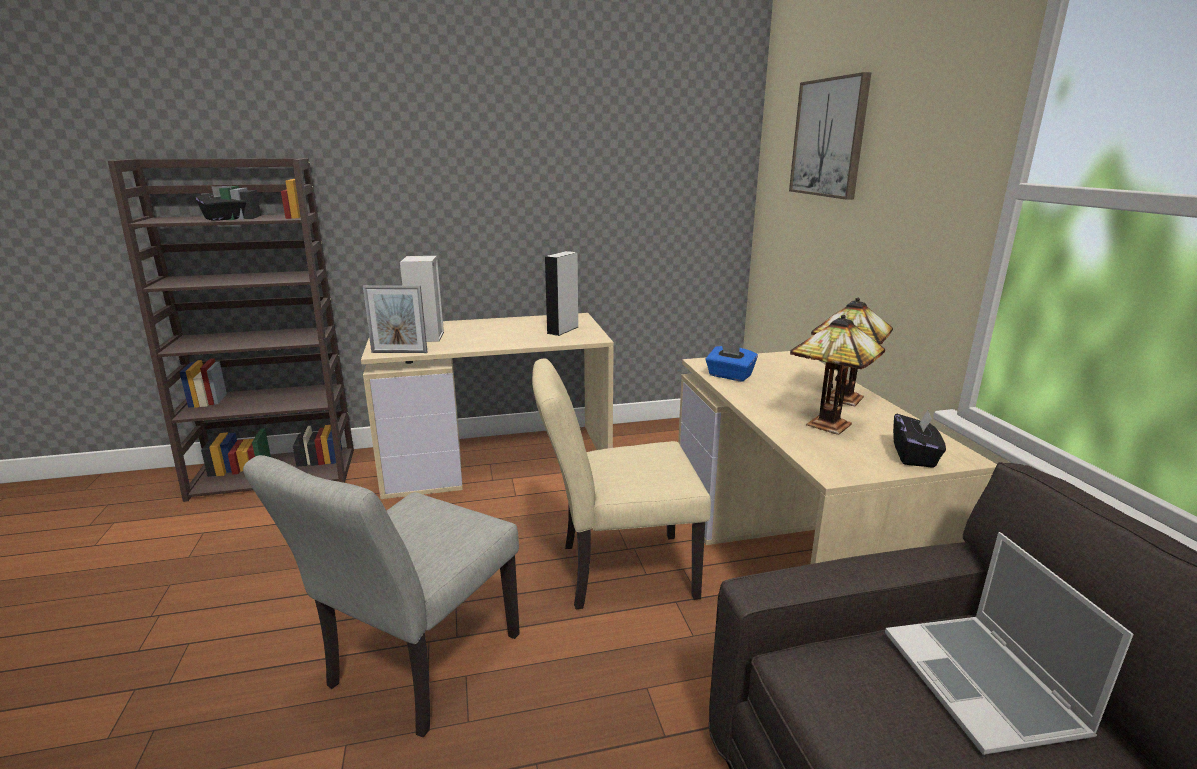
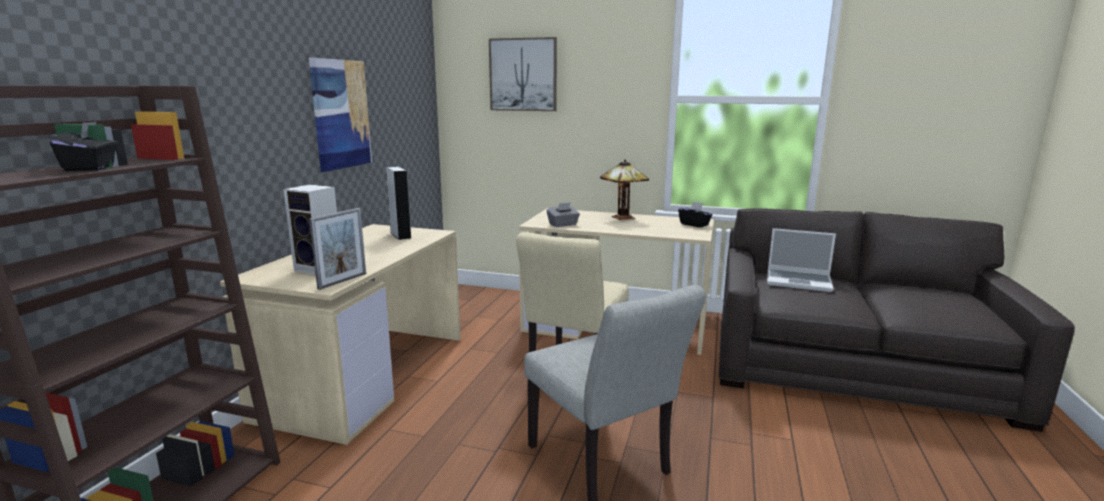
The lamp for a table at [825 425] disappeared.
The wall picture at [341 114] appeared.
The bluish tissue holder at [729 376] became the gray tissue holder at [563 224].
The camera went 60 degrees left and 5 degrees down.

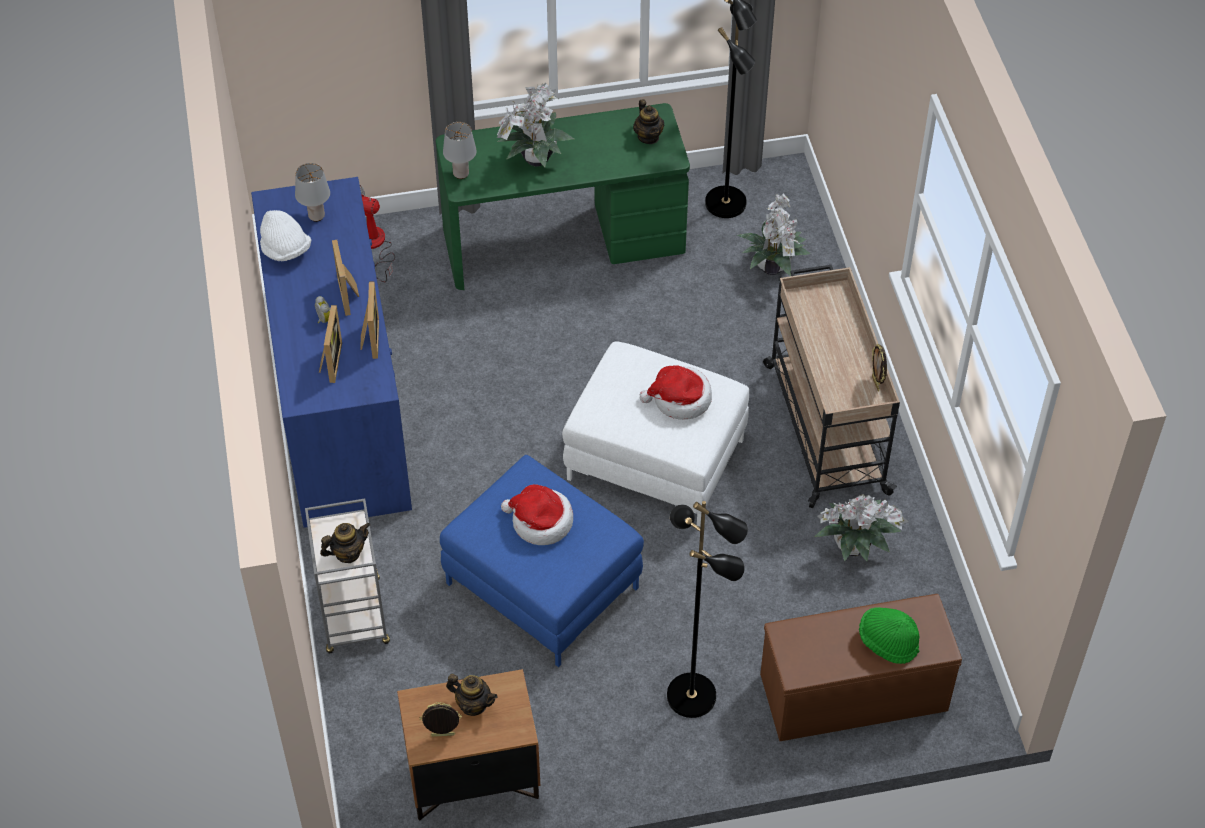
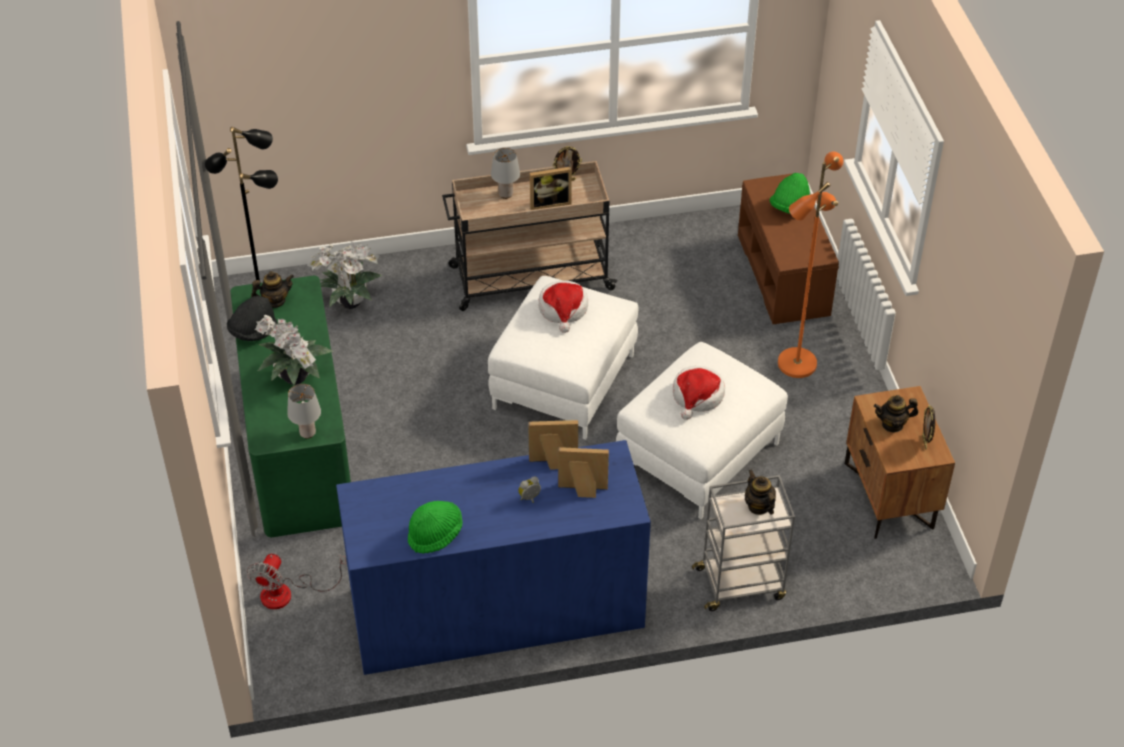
The houseplant at [856 549] disappeared.
The black-coloured clothing hat at [253 331] appeared.
The gray lamp for a table moved from [316 216] to [506 194].
The photo frame moved from [350 295] to [549 203].
The white clothing hat at [286 250] became the green clothing hat at [435 534].
The bluish ottoman at [541 585] became the white ottoman at [698 455].
The black-coloured standard lamp at [693 695] became the orangey standard lamp at [796 363].
The tea pot at [473 705] turned 120 degrees counterclockwise.
The camera went 90 degrees left and 5 degrees down.

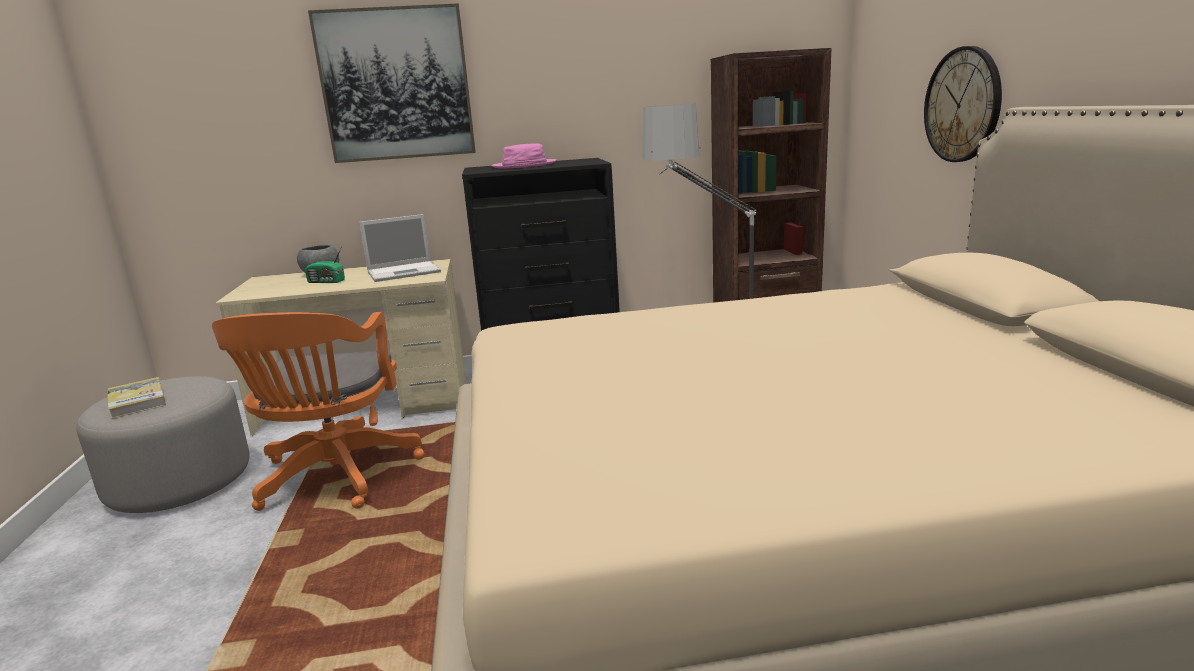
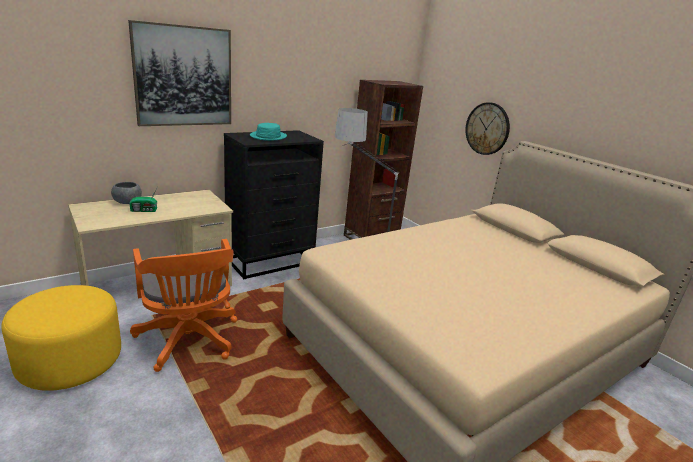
The bound book at [137 401] disappeared.
The laptop at [405 272] disappeared.
The gray ottoman at [180 482] became the yellow ottoman at [70 361].
The pink-coloured clothing hat at [525 165] became the turquoise clothing hat at [268 136].
The camera went 30 degrees left and 5 degrees up.

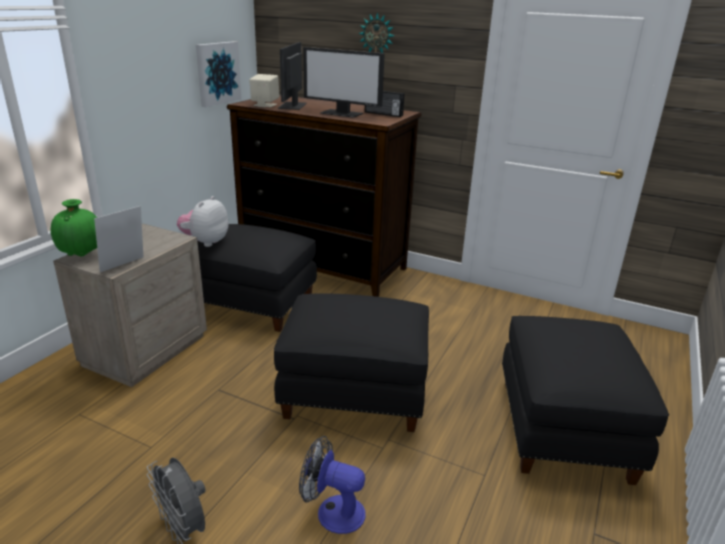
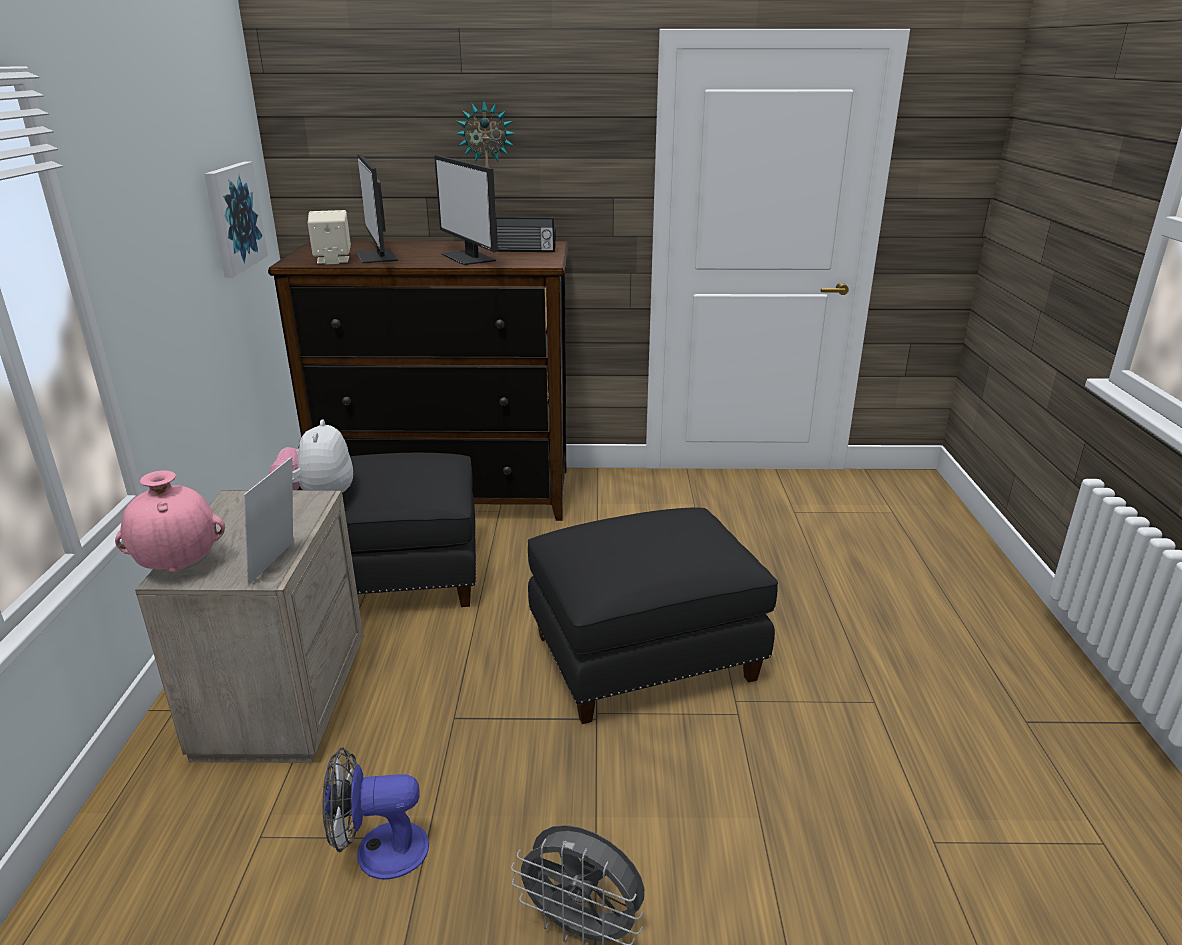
The black-coloured ottoman at [565 429] disappeared.
The fan moved from [332 511] to [378 851].
The green vase at [82 255] became the pink-coloured vase at [180 567].
The computer display at [342 113] turned 60 degrees clockwise.
The camera went 25 degrees left and 0 degrees up.

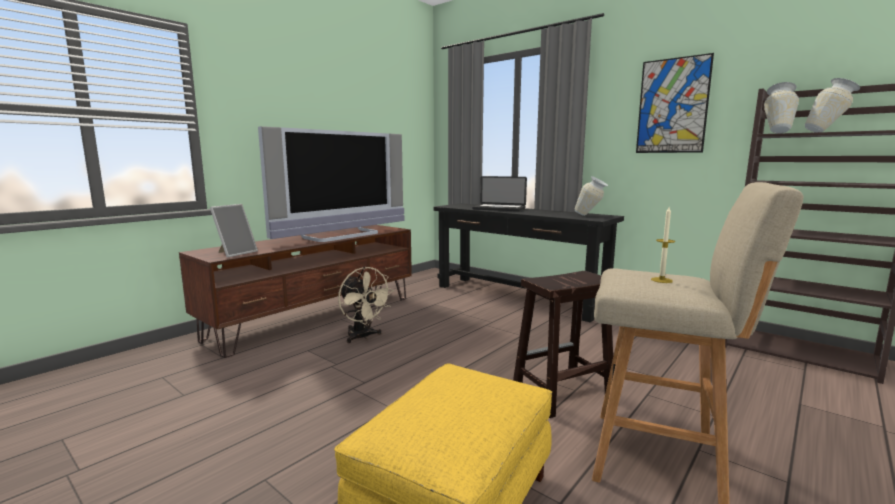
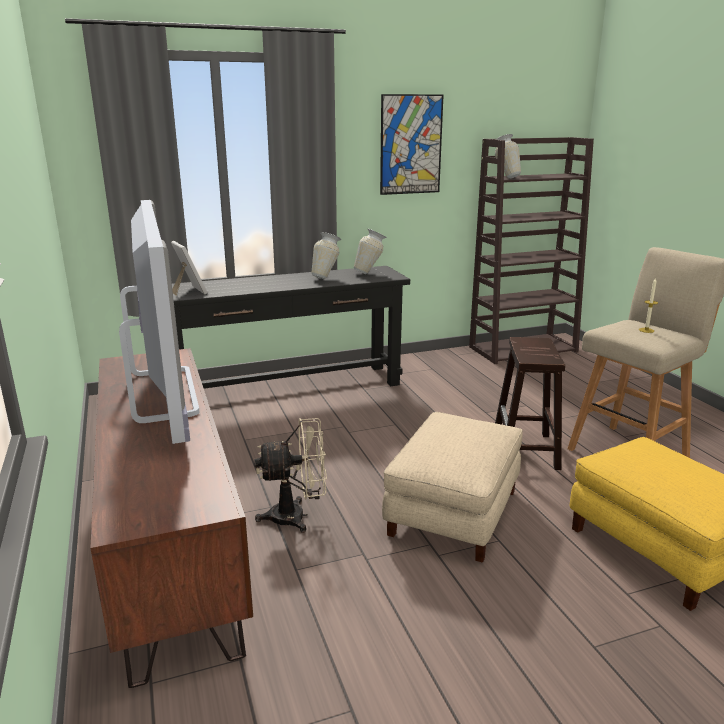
The laptop at [499 209] disappeared.
The sand-coloured ottoman at [452 512] appeared.
The photo frame moved from [235 253] to [189 291].
The vase moved from [828 132] to [327 277].
The camera went 60 degrees left and 10 degrees up.

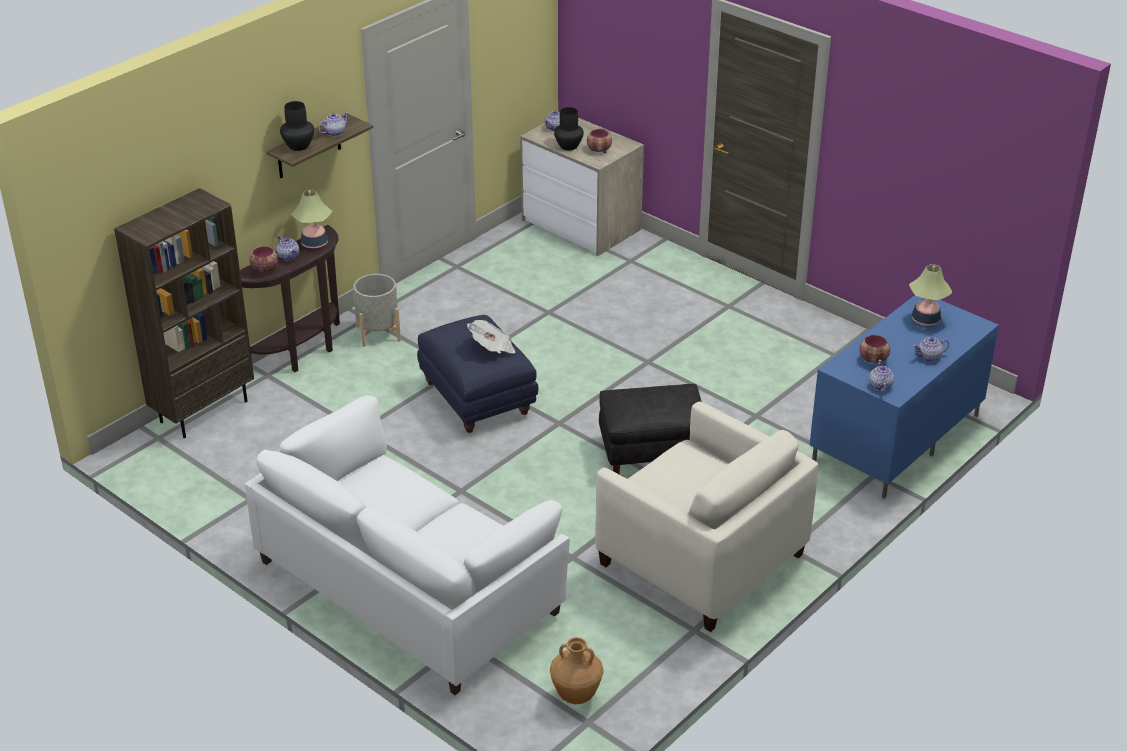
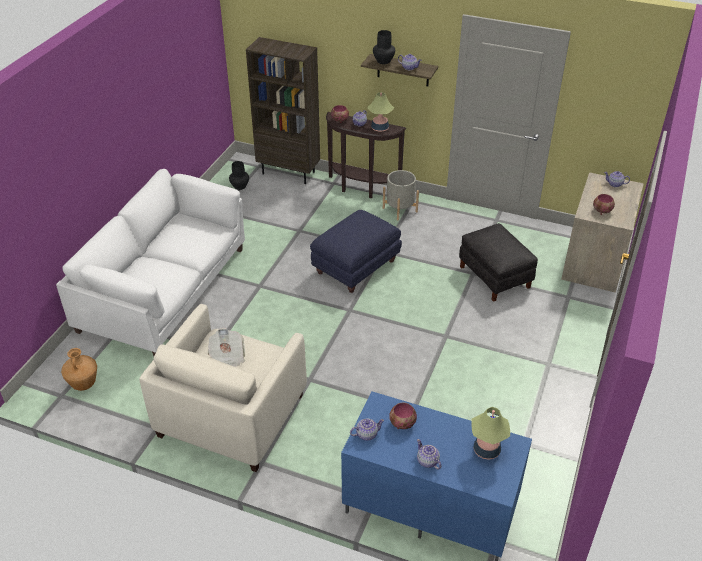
The printed paper moved from [492 348] to [227 357].
The black-coloured vase moved from [568 146] to [239 186].
The black-coloured ottoman moved from [652 453] to [495 277].
The camera went 70 degrees right and 5 degrees up.

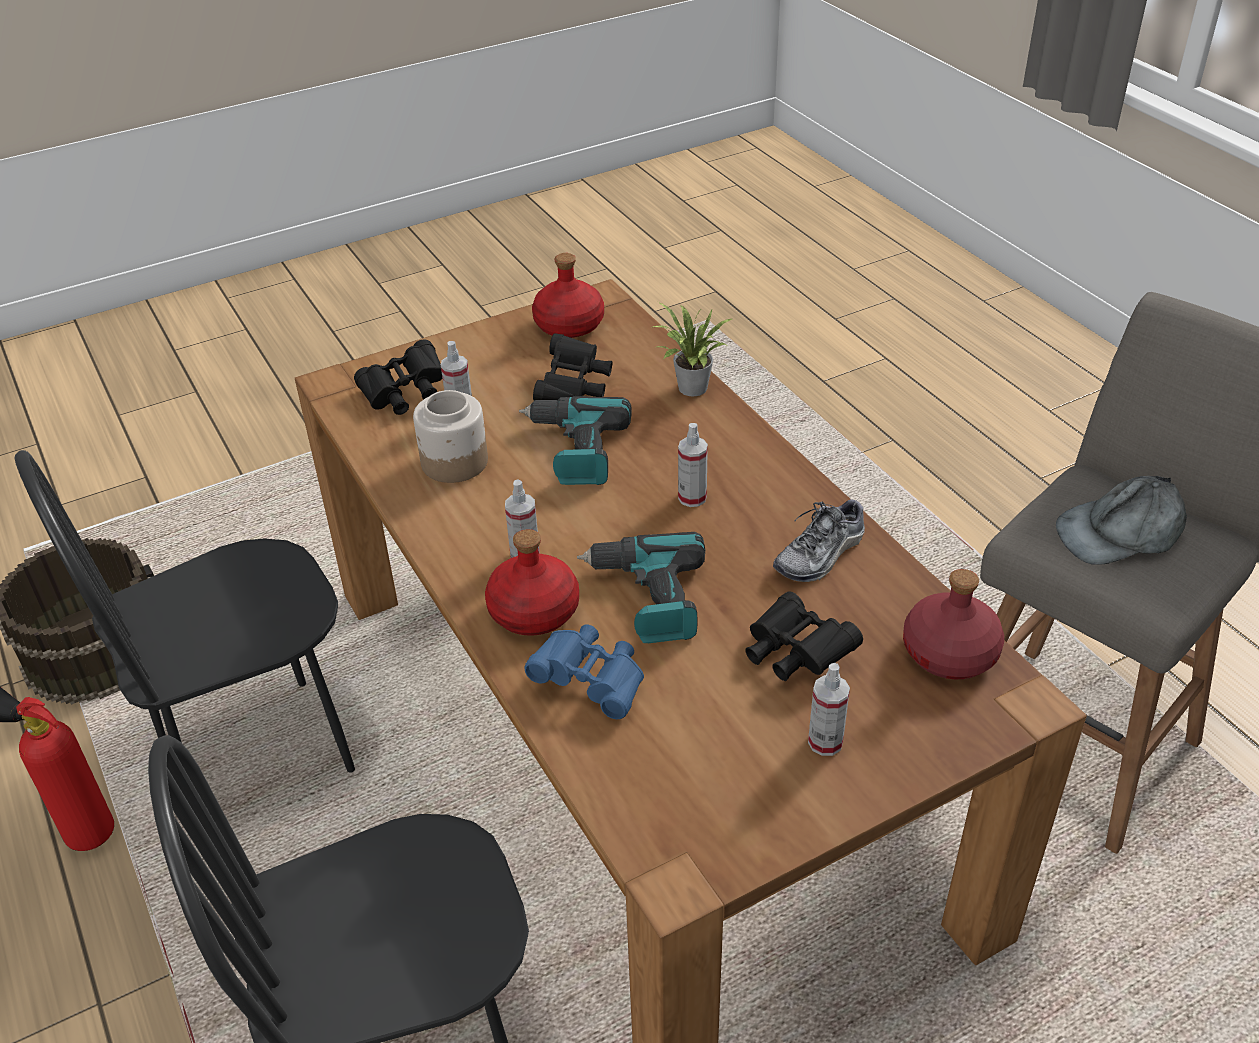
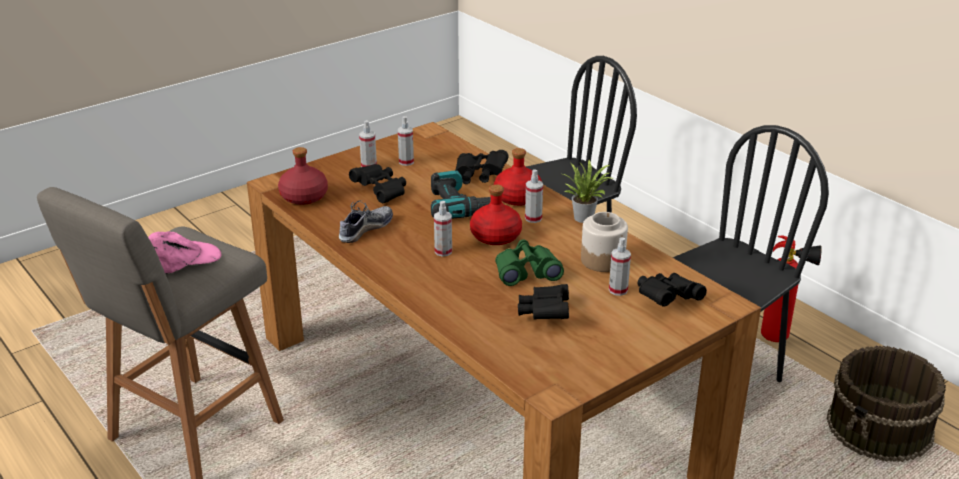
The hand sprayer at [406 162] appeared.
The red beverage bottle moved from [568 325] to [496 236].
The houseplant moved from [690 390] to [584 217].
The electric drill at [575 451] was replaced by the green pair of binoculars at [526 272].
The bluish pair of binoculars at [591 682] became the black-coloured pair of binoculars at [479 176].
The gray baseball cap at [1120 532] became the pink-coloured baseball cap at [181 260].
The camera went 170 degrees right and 10 degrees down.

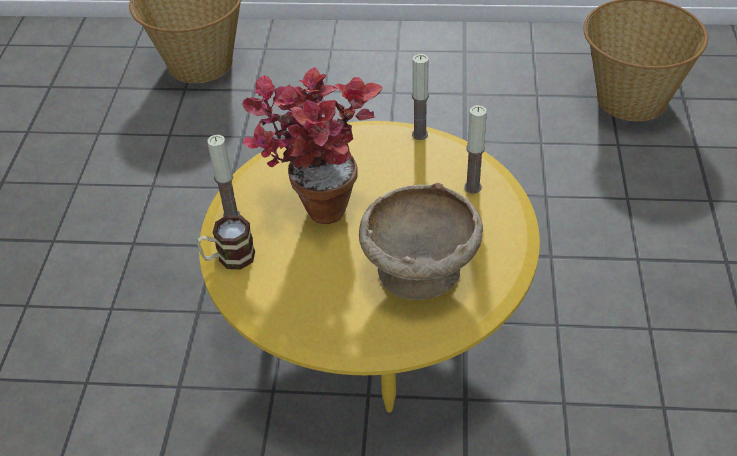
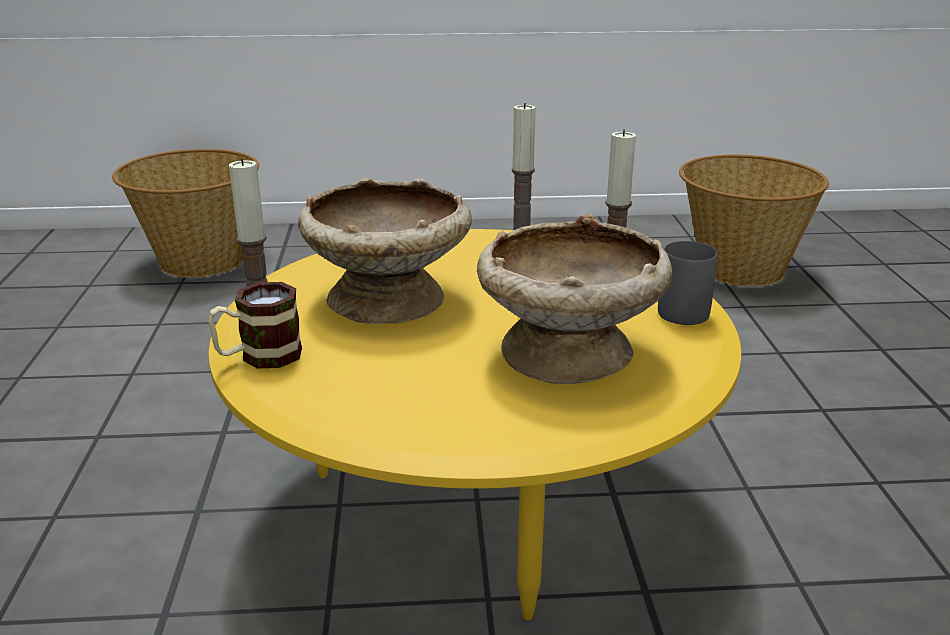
The gray coffee mug at [685 308] appeared.
The houseplant at [315 203] was replaced by the sand-coloured bowl at [389 297].
The camera went 10 degrees left and 20 degrees down.

